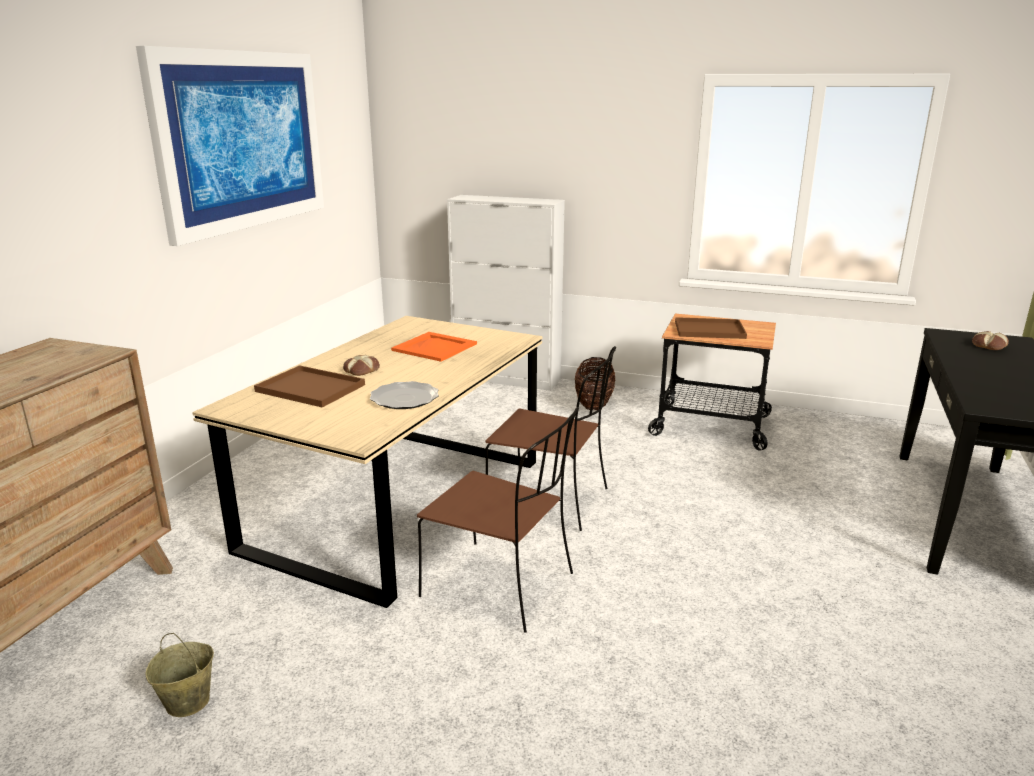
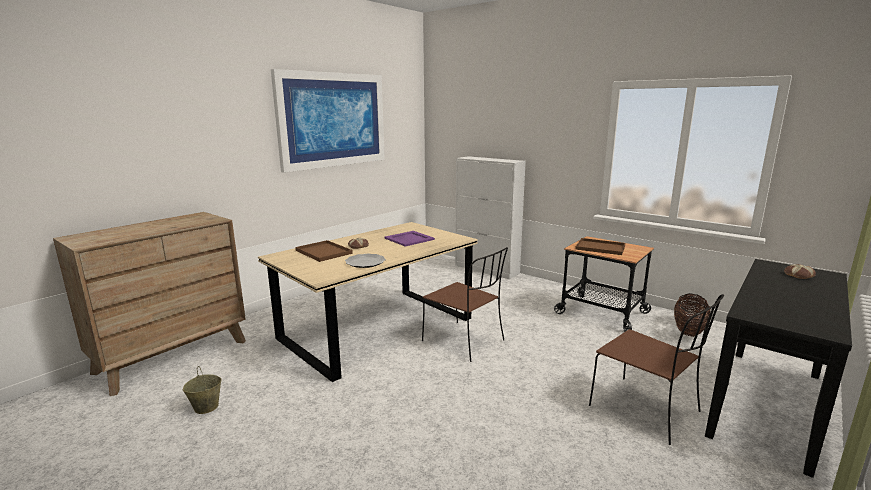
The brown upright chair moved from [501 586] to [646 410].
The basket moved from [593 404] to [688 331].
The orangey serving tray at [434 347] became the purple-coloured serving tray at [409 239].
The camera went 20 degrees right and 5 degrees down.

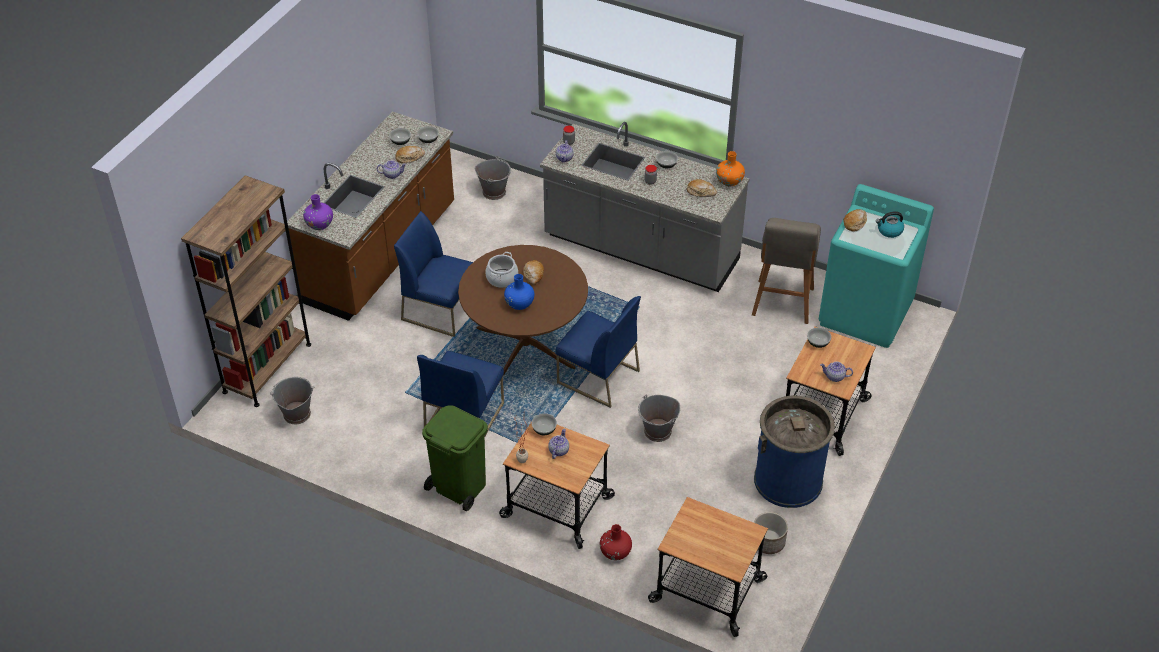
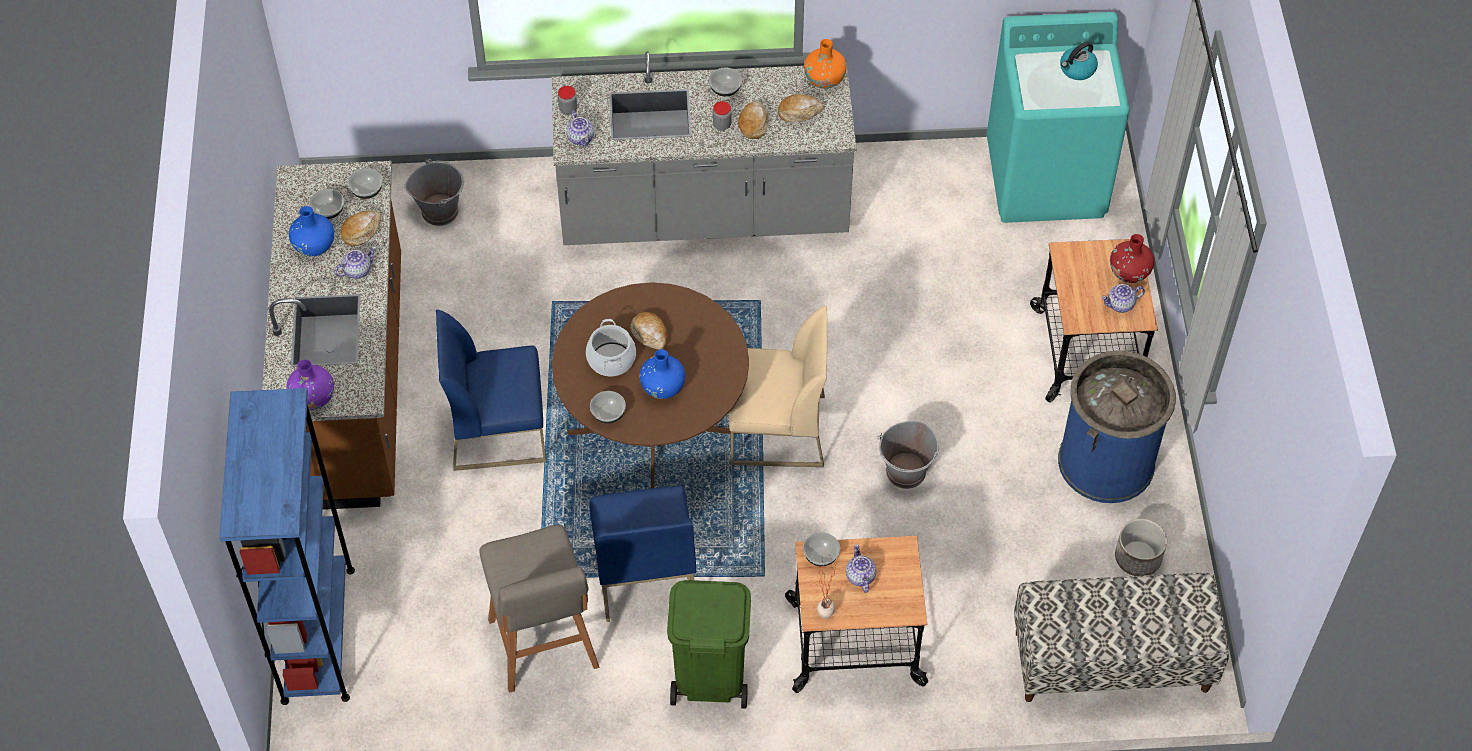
The gray bucket at [296 414] disappeared.
The bluish vase at [314 246] appeared.
The red vase moved from [615 552] to [1129 272].
The gray sitting stool moved from [782 303] to [544 647].
The bowl moved from [818 343] to [608 413].
The baked bread moved from [855 223] to [753 124].
The trolley at [707 591] was replaced by the indoor bench at [1111 662].
The brown bookcase at [267 368] became the bluish bookcase at [318 634].
The bluish upright chair at [597 377] became the sand-coloured upright chair at [777 430].
The camera went 30 degrees left and 10 degrees up.

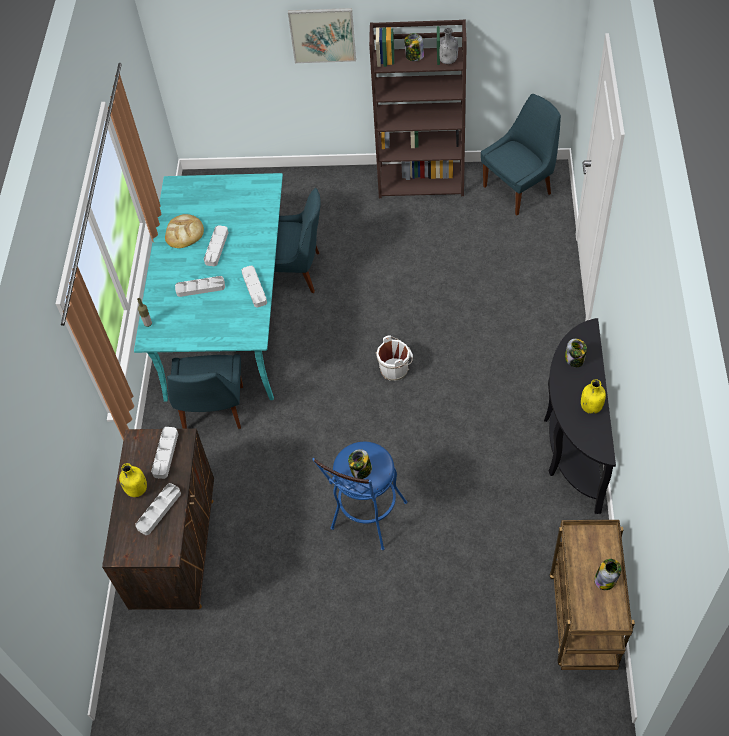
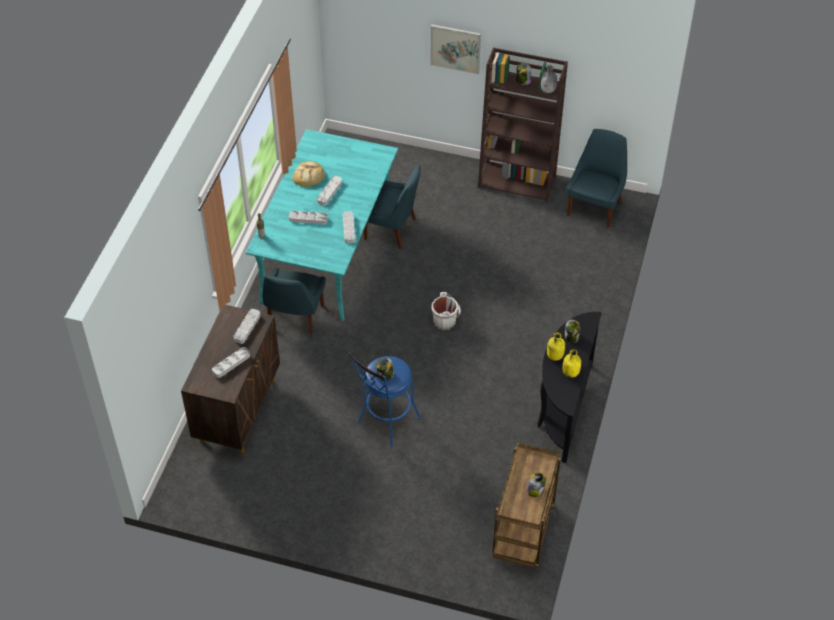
The yellow beverage bottle moved from [136 490] to [554 356].
The bluish upright chair at [519 189] turned 45 degrees counterclockwise.
The camera went 10 degrees right and 5 degrees down.

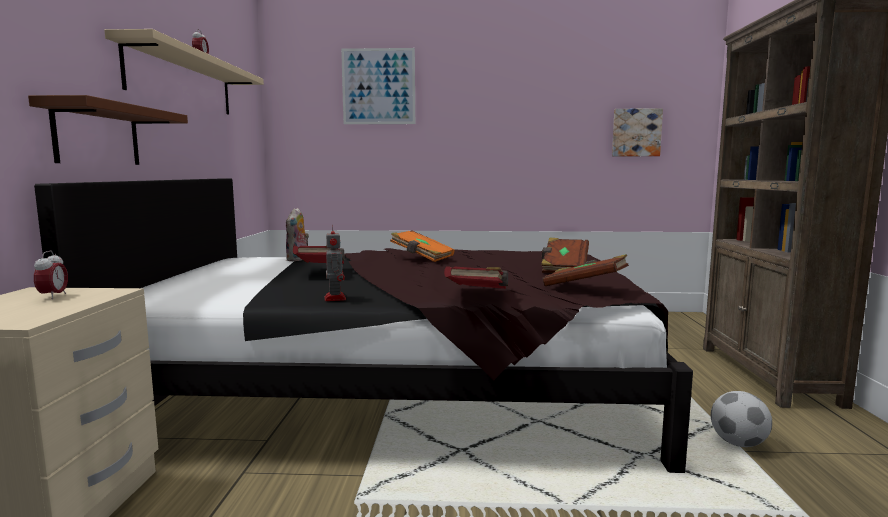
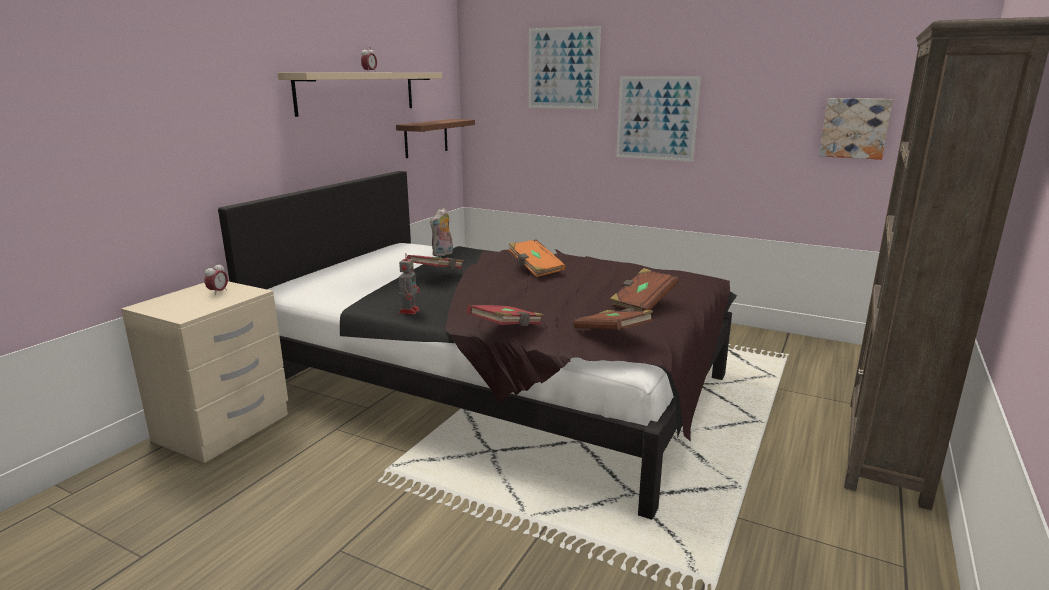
The football ball at [738 443] disappeared.
The wall picture at [656 118] appeared.
The brown bracket shelf moved from [97 135] to [426 138].
The camera went 25 degrees right and 10 degrees up.

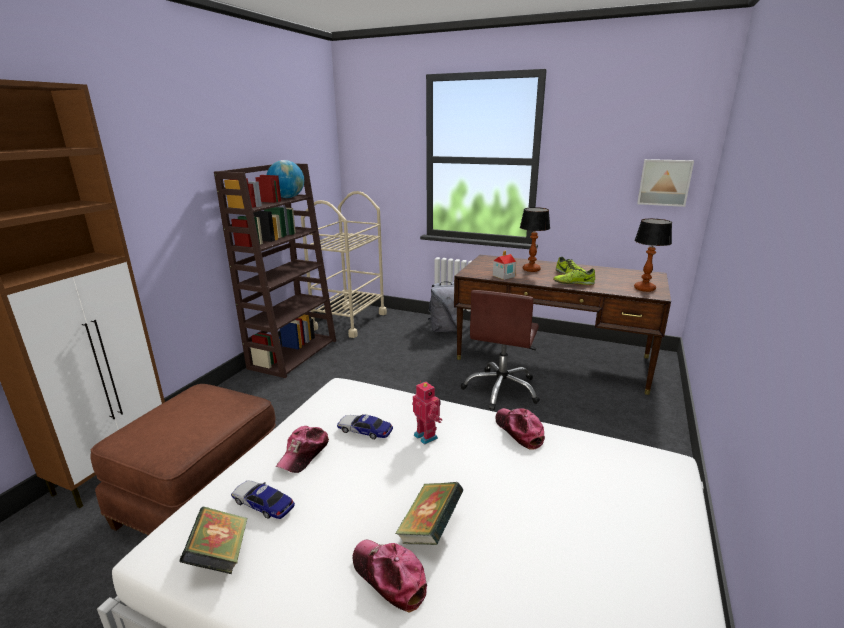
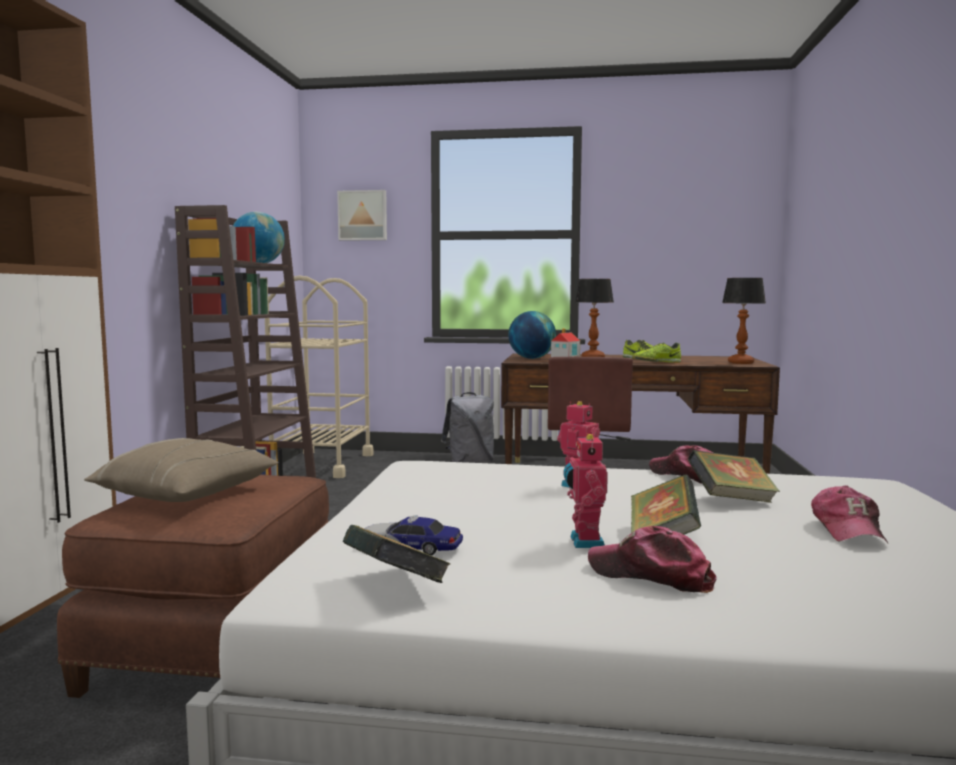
The model car at [364 431] disappeared.
The sand-coloured pillow at [187 494] appeared.
The desk globe at [531 358] appeared.
The toy robot at [584 542] appeared.
The bound book at [731 500] appeared.
The baseball cap moved from [304 453] to [848 529].
The wall picture moved from [664 182] to [363 215].
The camera went 15 degrees left and 15 degrees down.

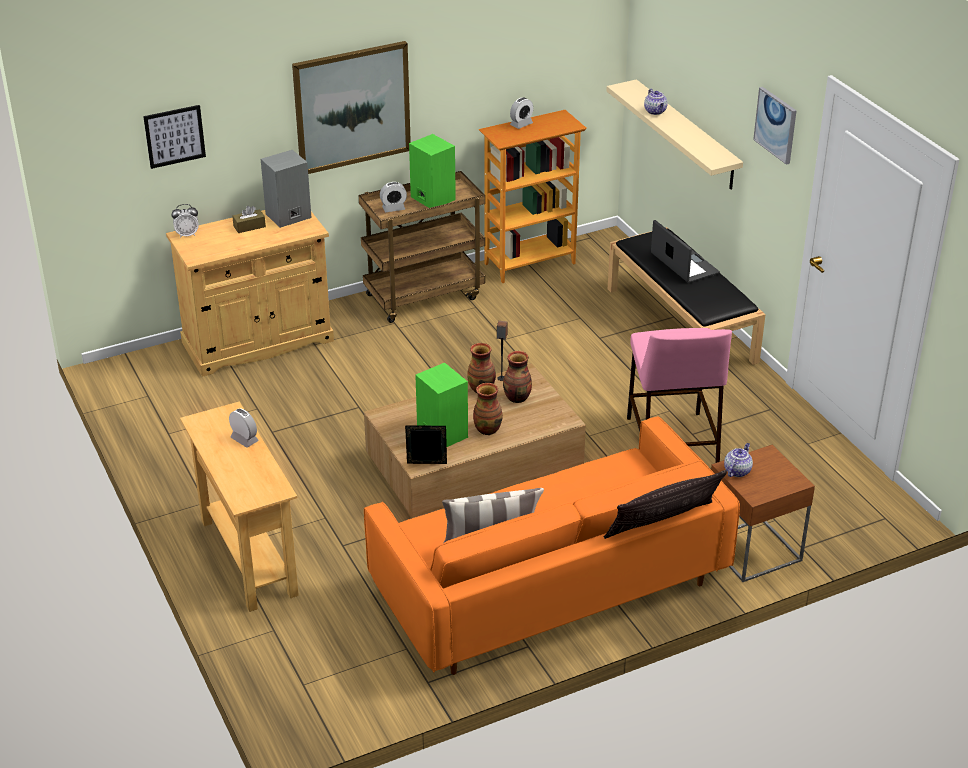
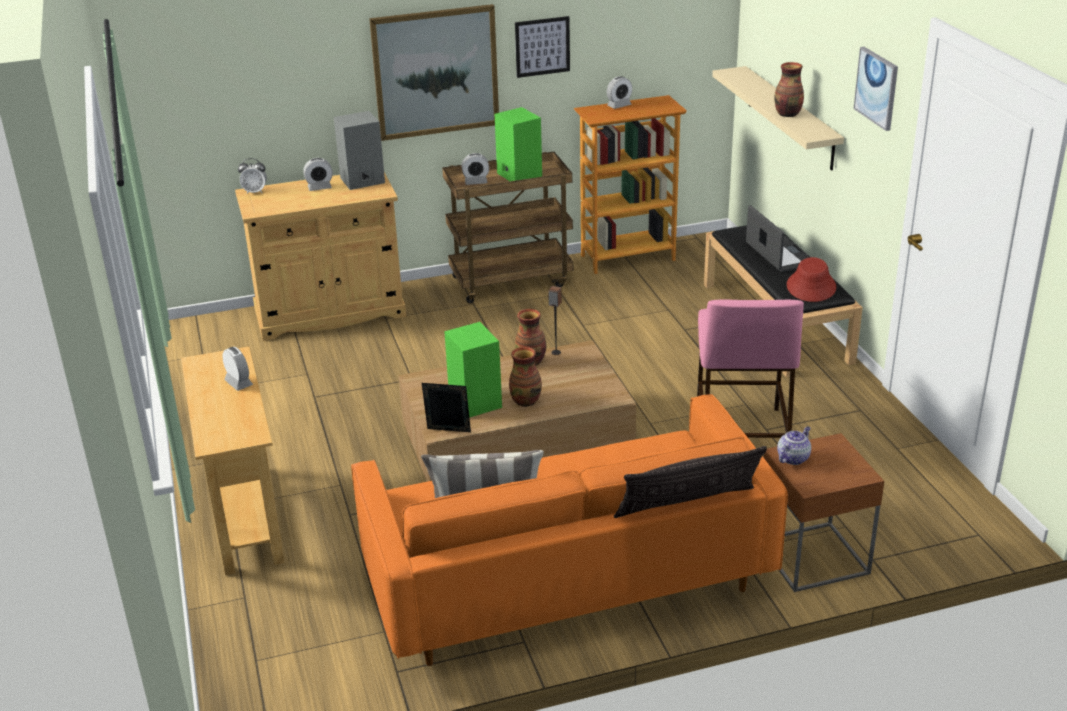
The tea pot at [655 111] disappeared.
The red clothing hat at [811 287] appeared.
The wall picture moved from [174 136] to [542 46].
The vase moved from [517 398] to [788 114].
The brown tissue holder at [249 226] was replaced by the bedside clock at [319 187].
The camera went 10 degrees right and 5 degrees down.

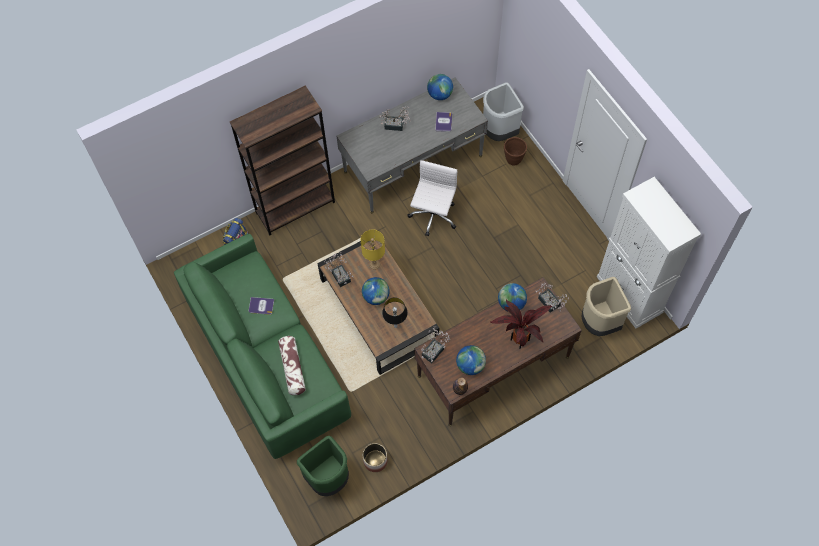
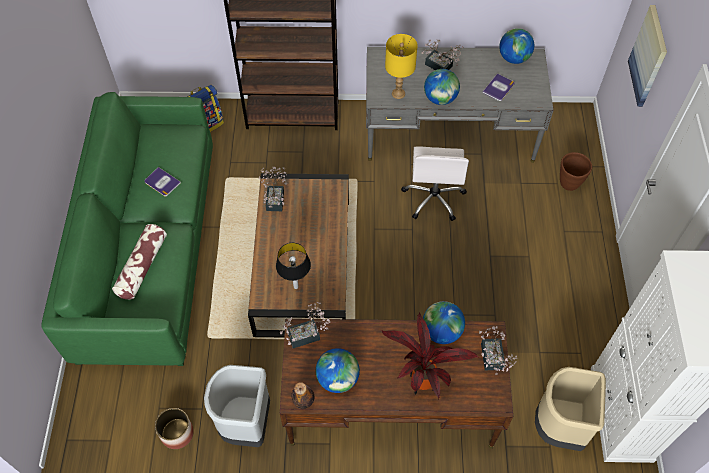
The green waste bin at [328 479] disappeared.
The wall picture at [648 56] appeared.
The yellow lamp for a table moved from [374 264] to [398 93].
The desk globe moved from [376 297] to [440 98].
The gray waste bin moved from [499 132] to [246 424].
The white office chair at [433 217] turned 135 degrees clockwise.
The camera went 30 degrees right and 5 degrees down.

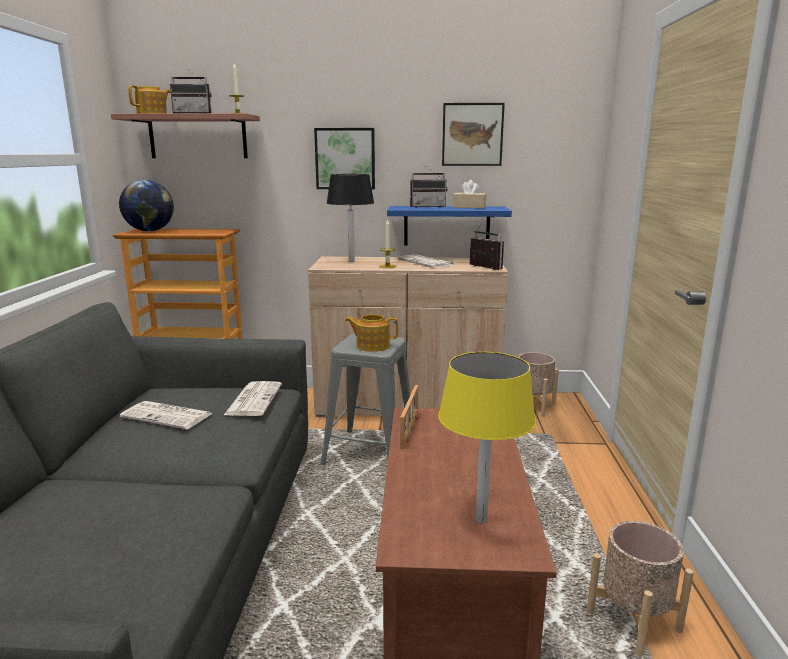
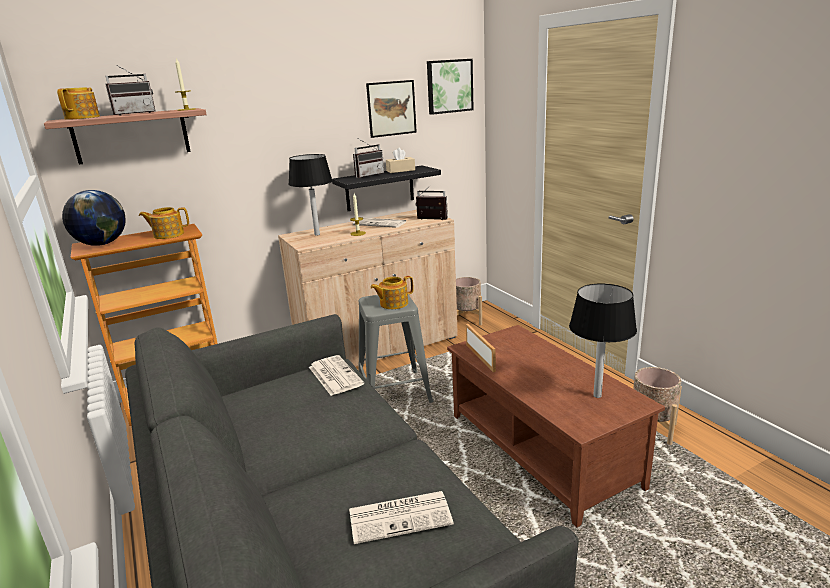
The tea pot at [168 235] appeared.
The printed paper moved from [168 416] to [401 516].
The wall picture moved from [345 159] to [449 86].
The bluish bracket shelf at [446 226] became the black-coloured bracket shelf at [379 188].
The yellow lamp for a table at [481 519] became the black-coloured lamp for a table at [597 395].
The camera went 30 degrees left and 5 degrees up.

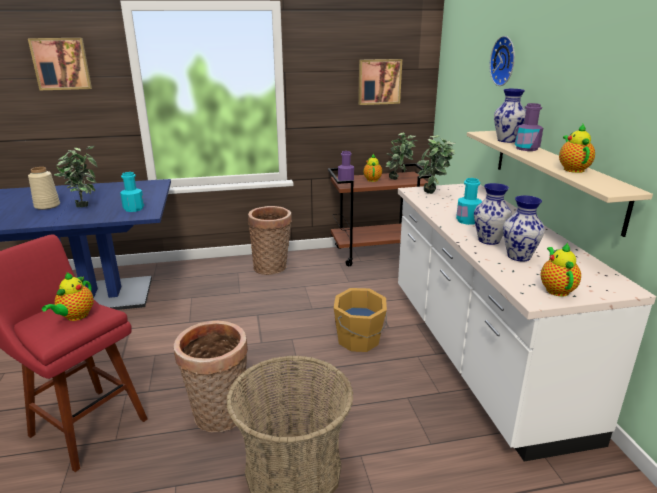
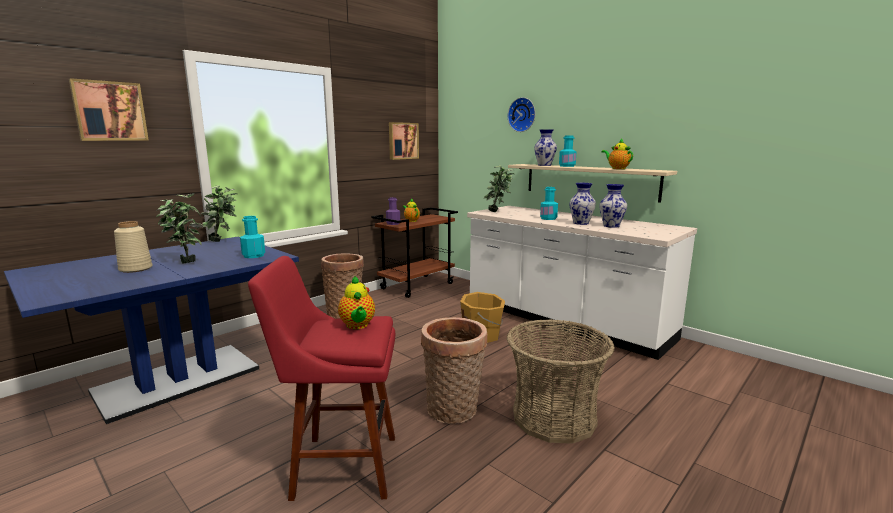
The tea pot at [556 289] disappeared.
The houseplant moved from [399 179] to [223 241].
The purple-coloured beverage bottle at [526 148] became the turquoise beverage bottle at [567 166].
The camera went 35 degrees left and 10 degrees down.

